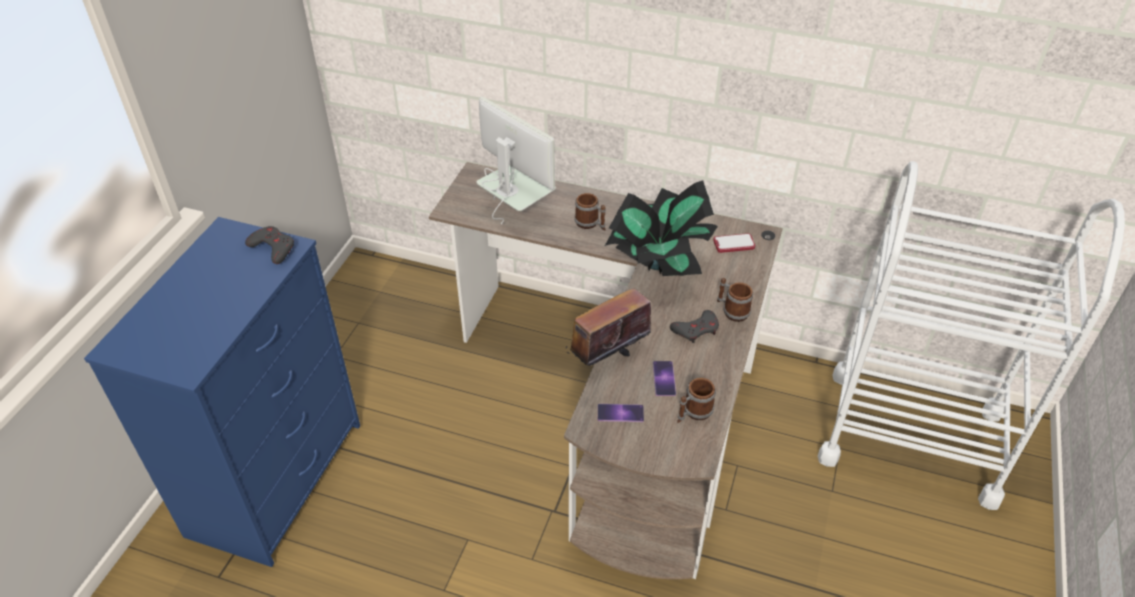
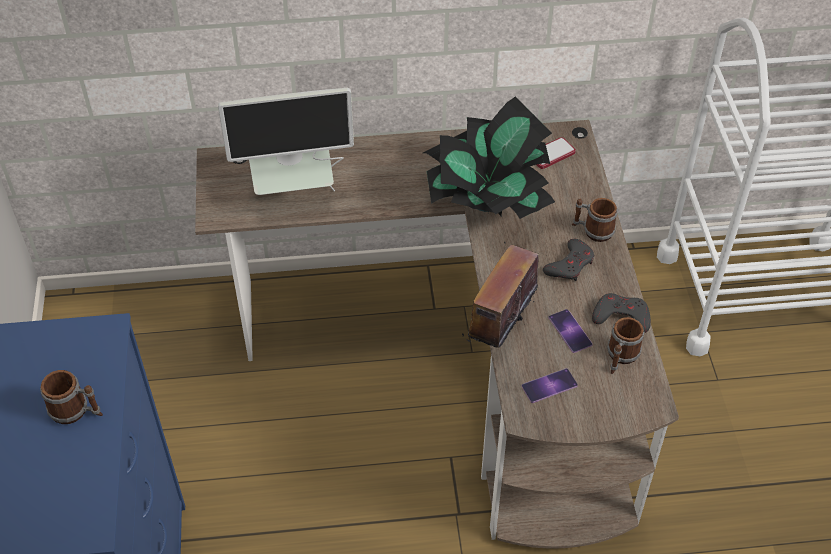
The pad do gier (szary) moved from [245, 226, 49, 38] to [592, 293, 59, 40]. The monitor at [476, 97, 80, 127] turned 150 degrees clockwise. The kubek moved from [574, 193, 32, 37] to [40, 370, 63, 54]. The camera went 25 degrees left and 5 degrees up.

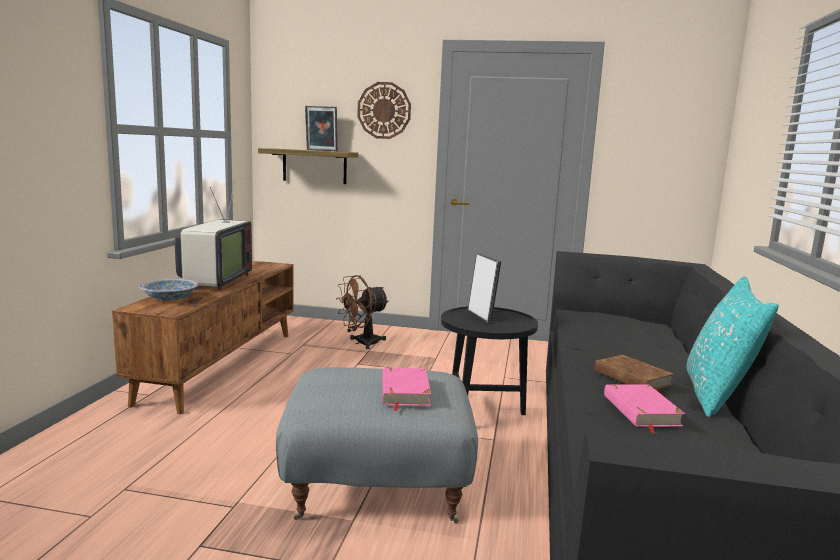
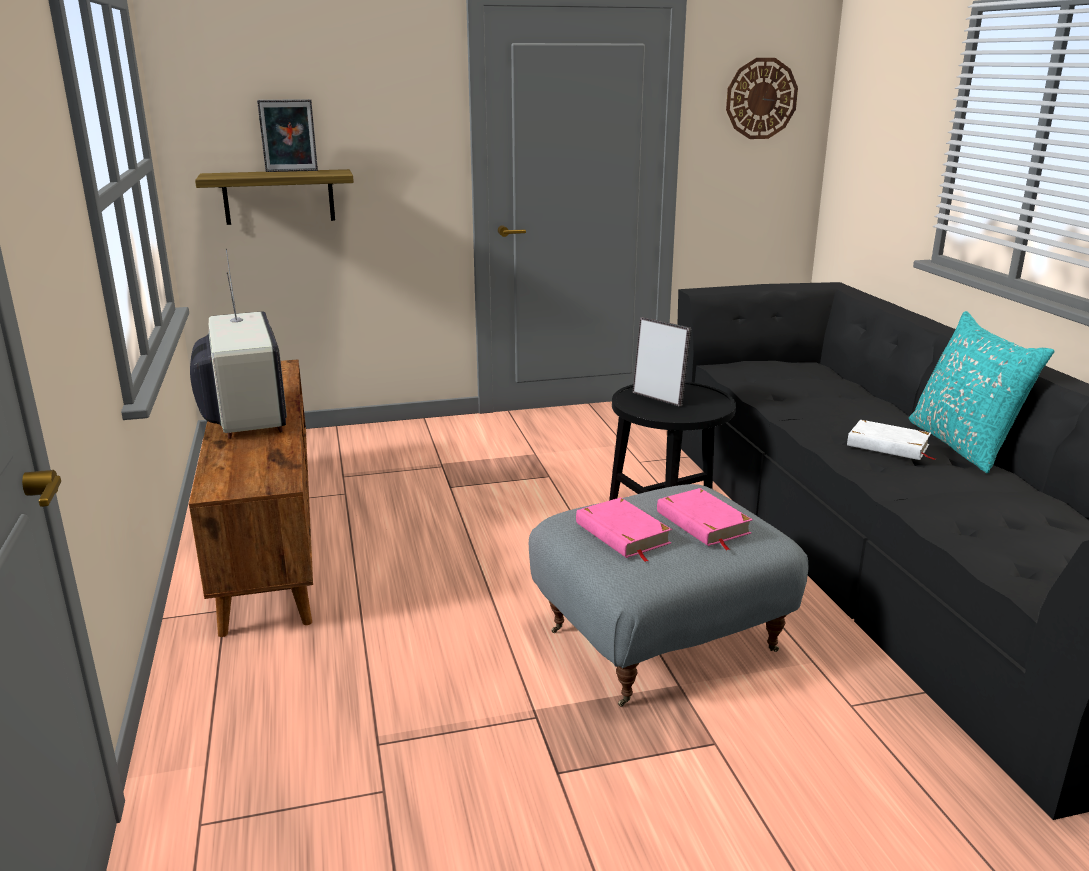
The miska at [140, 279, 58, 21] disappeared. The wentylator (brązowy) at [336, 275, 53, 74] disappeared. The zegar ścienny moved from [357, 82, 54, 57] to [726, 58, 72, 81]. The książka (brązowy) at [594, 355, 80, 40] became the książka (biały) at [847, 420, 88, 40]. The książka (różowy) moved from [604, 384, 81, 50] to [576, 497, 96, 65]. The camera went 25 degrees left and 10 degrees up.

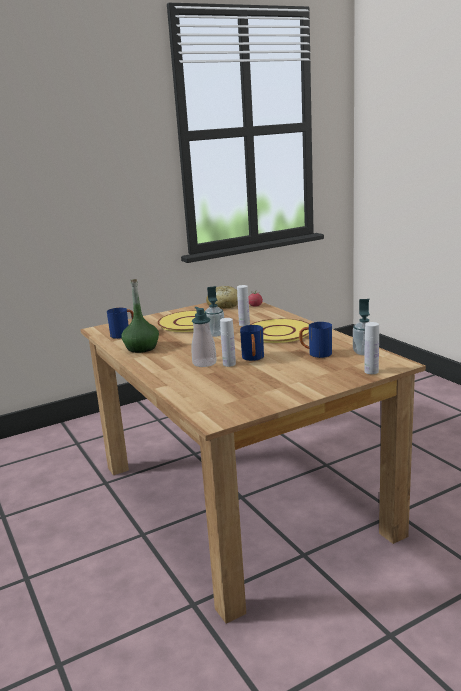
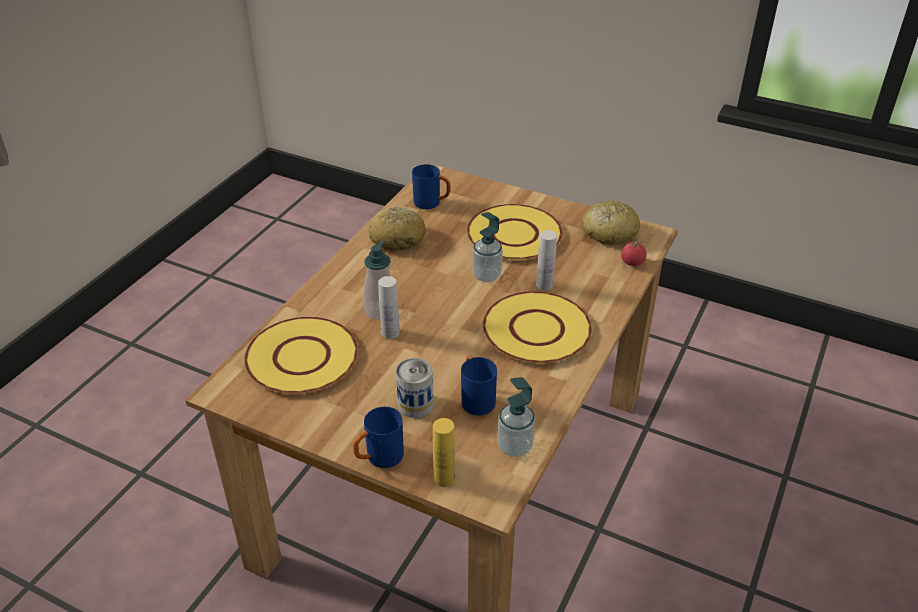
The butelka (zielony) at [121, 279, 38, 74] was replaced by the chleb at [368, 207, 57, 44]. The kubek (niebieski) moved from [240, 325, 24, 36] to [353, 407, 51, 61]. The butelka (biały) at [364, 322, 15, 52] became the butelka (żółty) at [433, 418, 22, 69]. The talerz (żółty) at [244, 317, 114, 77] appeared. The puszka at [396, 358, 38, 60] appeared. The camera went 55 degrees right and 20 degrees up.

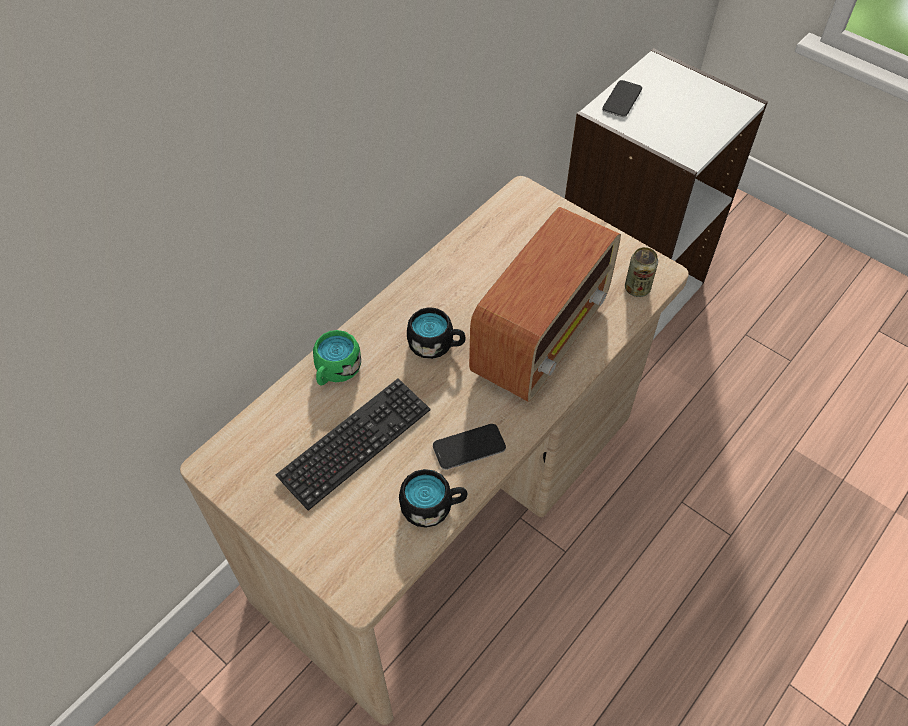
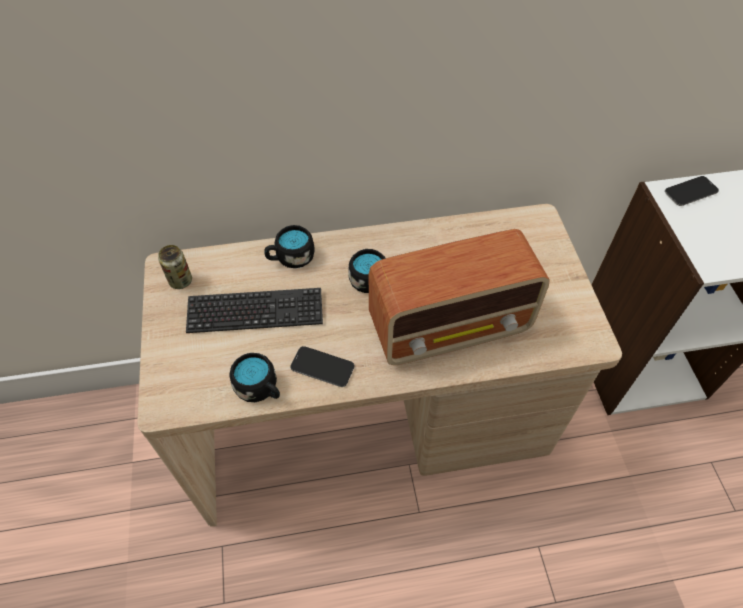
The kubek (zielony) at [313, 330, 48, 55] became the kubek (czarny) at [264, 225, 51, 43]. The puszka moved from [625, 247, 33, 50] to [158, 245, 34, 44]. The camera went 40 degrees right and 0 degrees up.

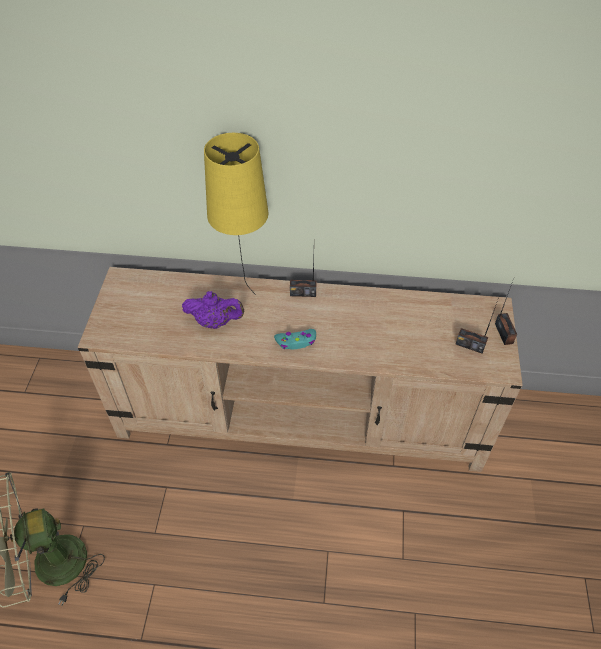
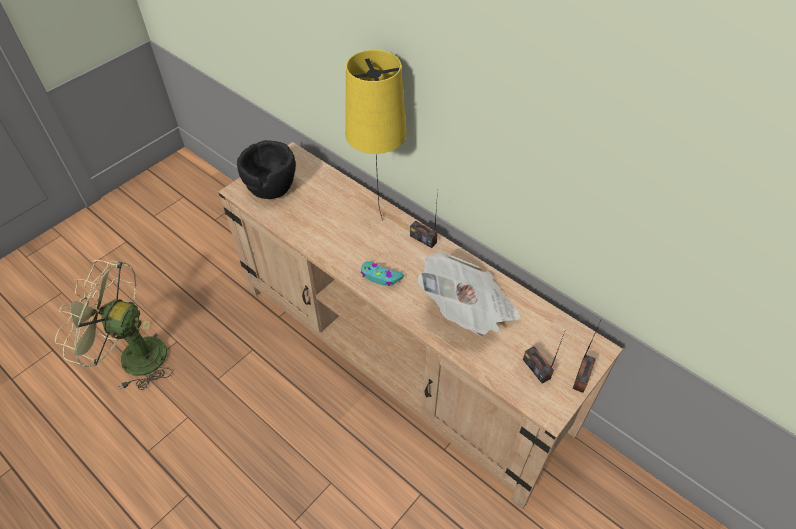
The imbryk (fioletowy) at [182, 291, 62, 38] disappeared. The miska (czarny) at [237, 140, 59, 59] appeared. The gazeta at [417, 252, 103, 84] appeared. The camera went 35 degrees right and 0 degrees up.

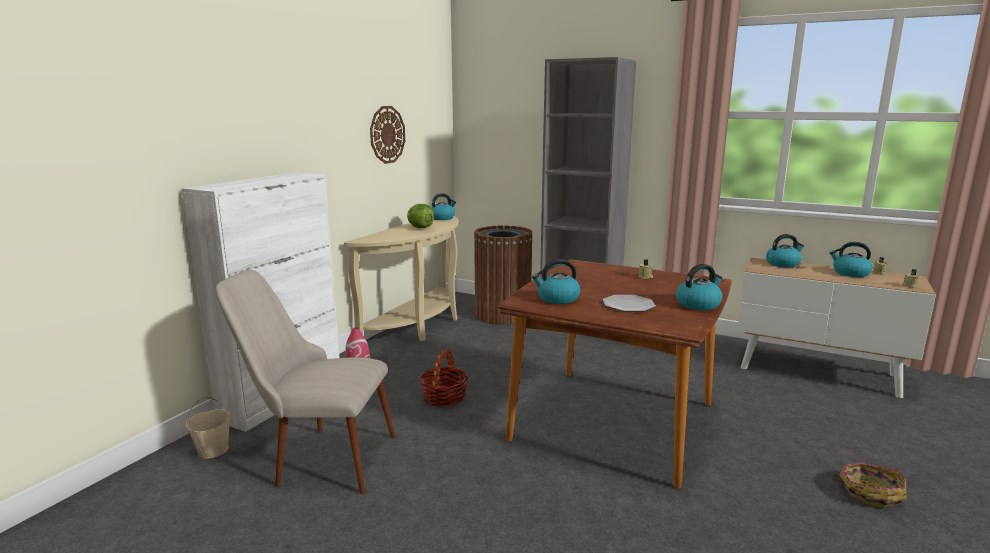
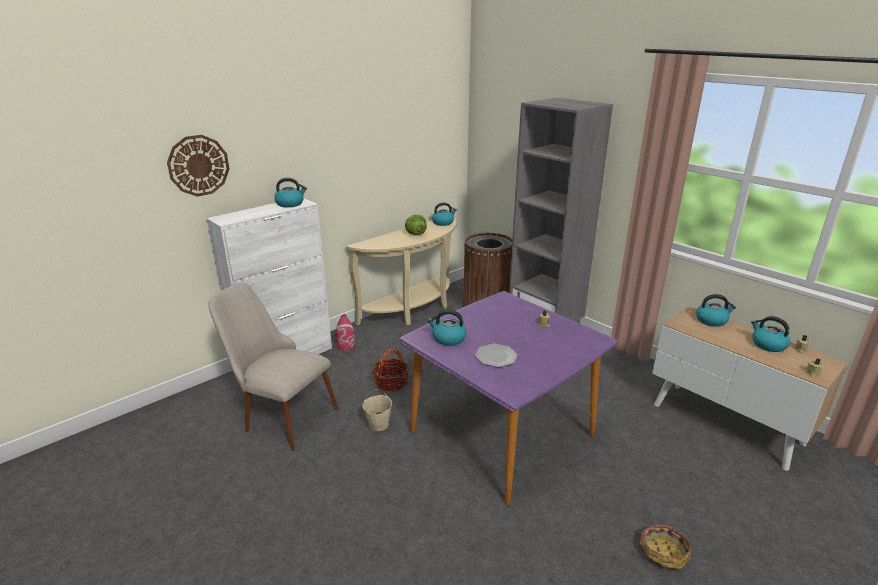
The wiadro (beżowy) moved from [186, 397, 44, 61] to [362, 389, 30, 42]. The zegar ścienny moved from [370, 106, 35, 58] to [167, 135, 62, 62]. The stół jadalny (brązowy) at [497, 259, 235, 230] became the stół jadalny (fioletowy) at [399, 291, 219, 214]. The czajnik moved from [676, 264, 47, 46] to [275, 178, 32, 29]. The camera went 20 degrees right and 10 degrees up.

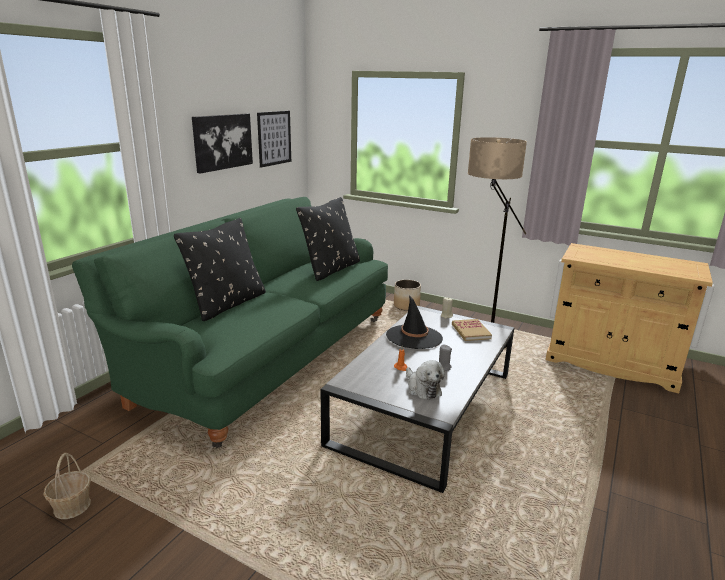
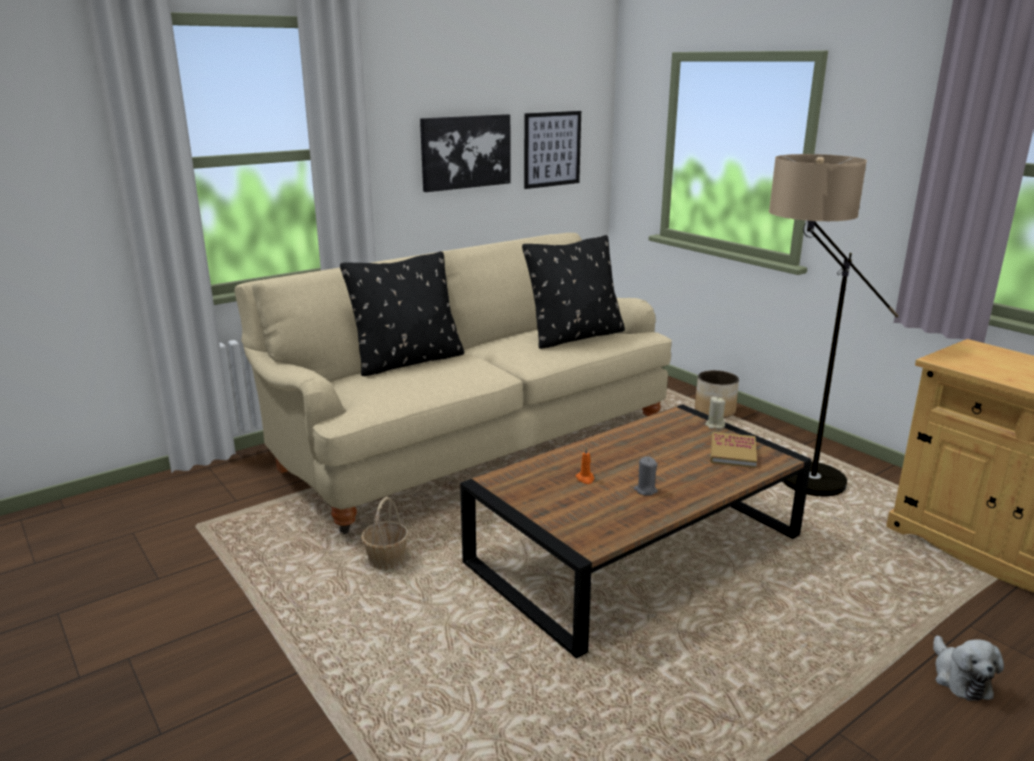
The koszyk moved from [43, 453, 48, 66] to [361, 497, 48, 73]. The kanapa (zielony) at [72, 197, 316, 251] became the kanapa (beżowy) at [234, 233, 438, 301]. The ława (szary) at [321, 305, 193, 188] became the ława (brązowy) at [460, 404, 352, 255]. The kapelusz (czarny) at [386, 295, 57, 54] disappeared. The pluszak moved from [406, 360, 39, 40] to [933, 635, 71, 66]. The camera went 25 degrees right and 0 degrees up.

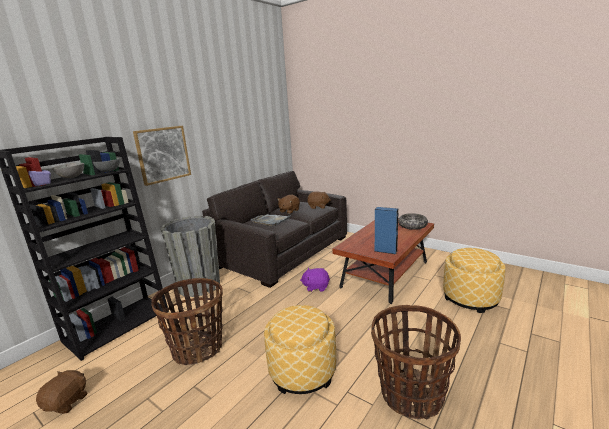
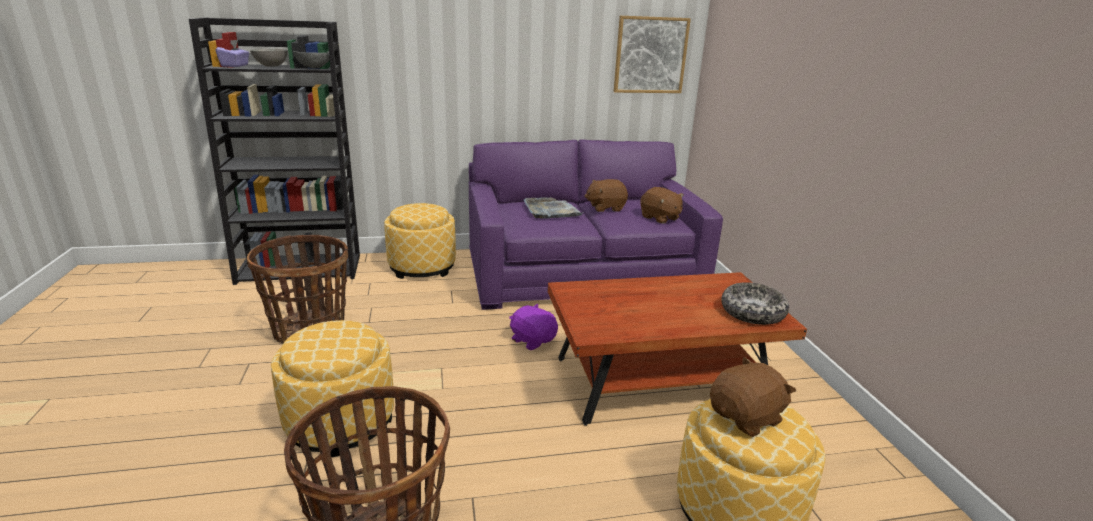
The pluszak (brązowy) moved from [36, 370, 51, 44] to [710, 357, 86, 80]. The obraz moved from [133, 126, 58, 60] to [614, 16, 77, 77]. The donica (szary) at [161, 216, 59, 81] was replaced by the pufa at [384, 203, 72, 76]. The kanapa (szary) at [202, 171, 145, 117] became the kanapa (fioletowy) at [468, 139, 255, 171]. The głośnik (niebieski) at [375, 207, 23, 47] disappeared. The camera went 40 degrees right and 5 degrees up.

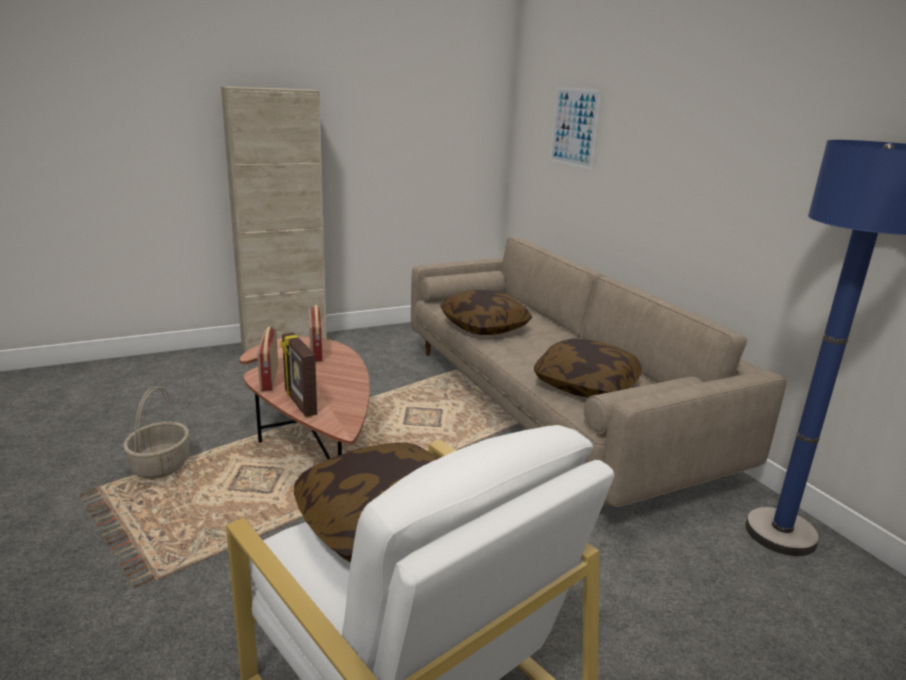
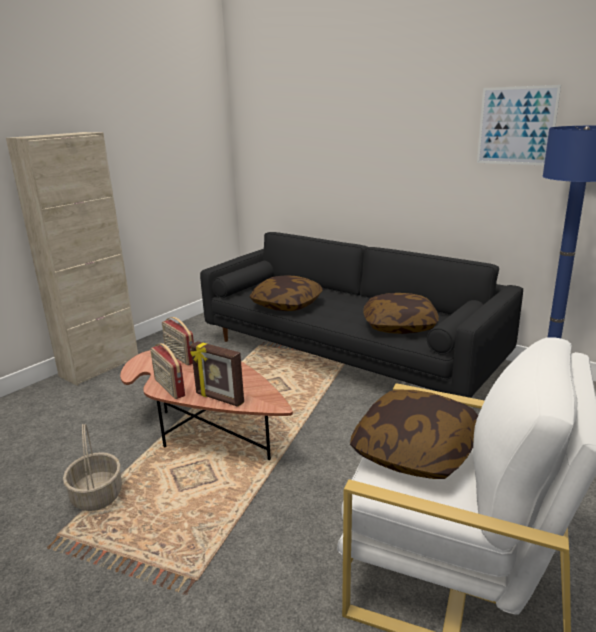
The kanapa (beżowy) at [411, 237, 376, 276] became the kanapa (czarny) at [200, 232, 323, 166]. The obraz moved from [550, 87, 52, 83] to [477, 85, 84, 80]. The camera went 25 degrees left and 0 degrees up.

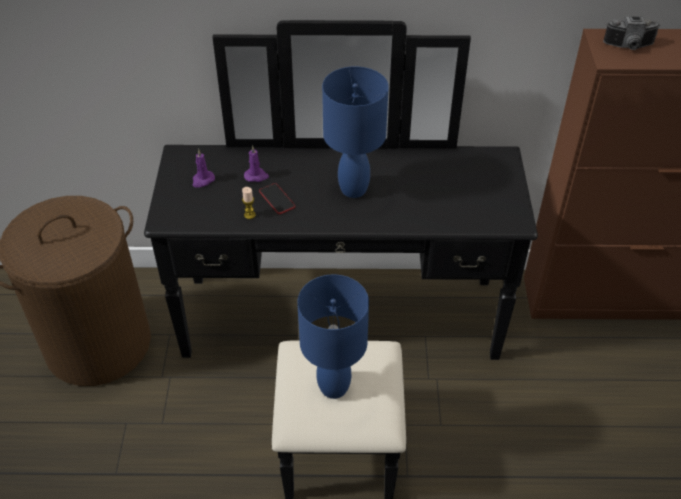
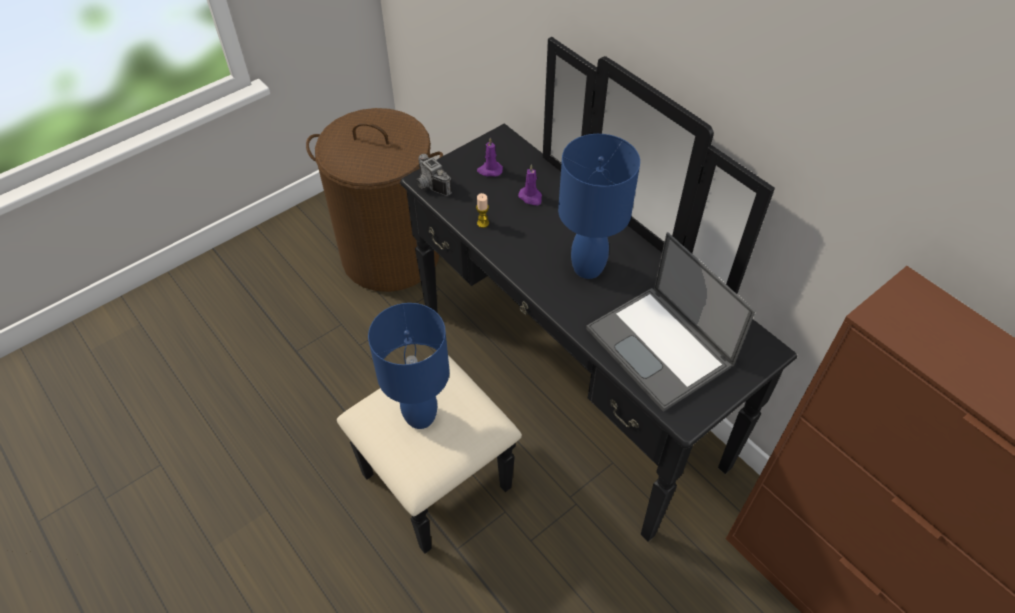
The telefon at [259, 183, 37, 31] disappeared. The aparat fotograficzny moved from [603, 16, 57, 34] to [416, 154, 36, 42]. The laptop at [586, 232, 169, 180] appeared. The camera went 50 degrees right and 5 degrees up.

